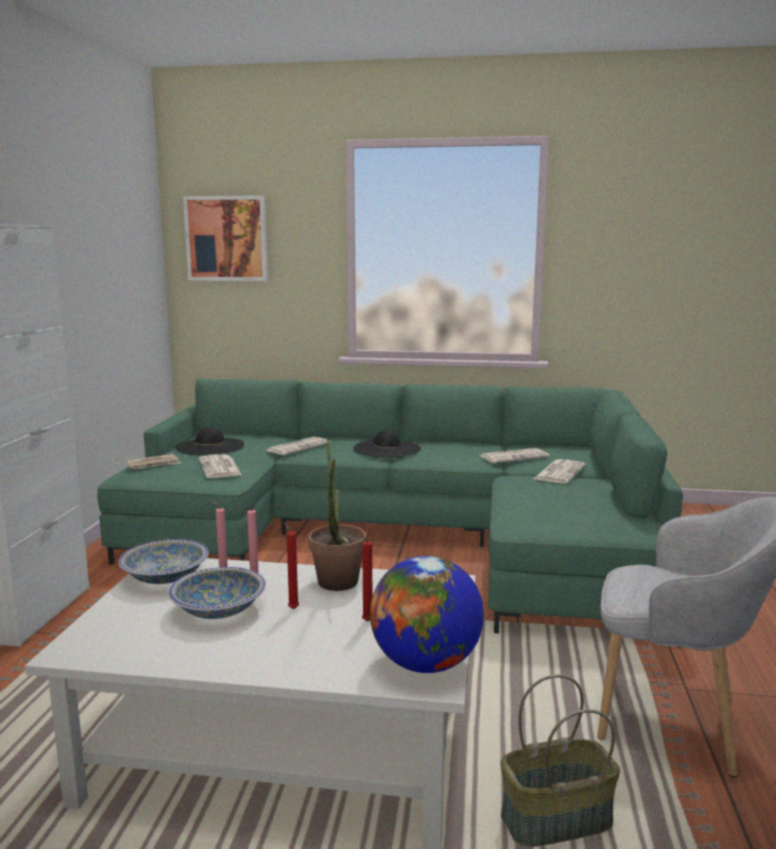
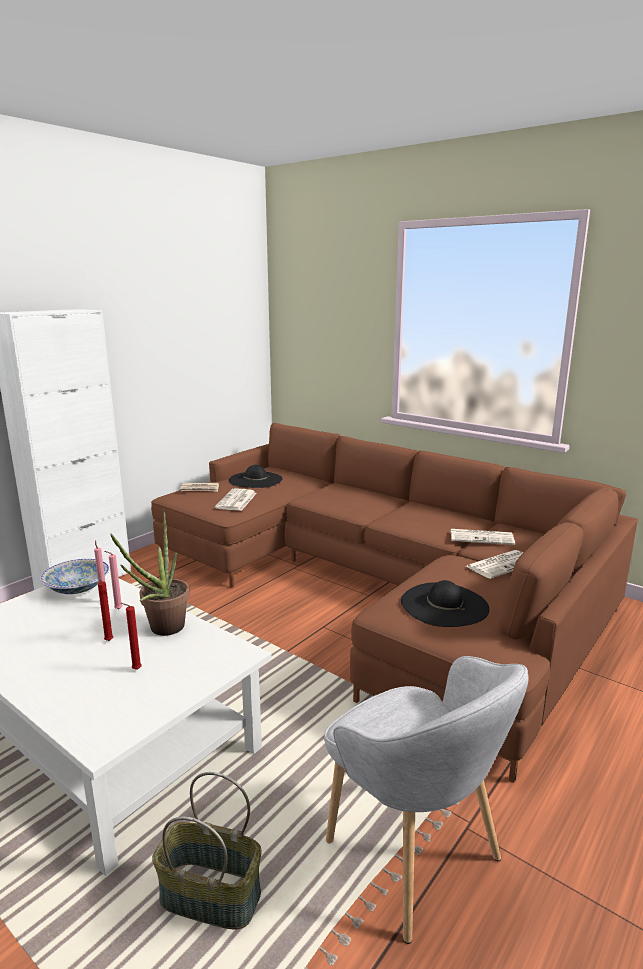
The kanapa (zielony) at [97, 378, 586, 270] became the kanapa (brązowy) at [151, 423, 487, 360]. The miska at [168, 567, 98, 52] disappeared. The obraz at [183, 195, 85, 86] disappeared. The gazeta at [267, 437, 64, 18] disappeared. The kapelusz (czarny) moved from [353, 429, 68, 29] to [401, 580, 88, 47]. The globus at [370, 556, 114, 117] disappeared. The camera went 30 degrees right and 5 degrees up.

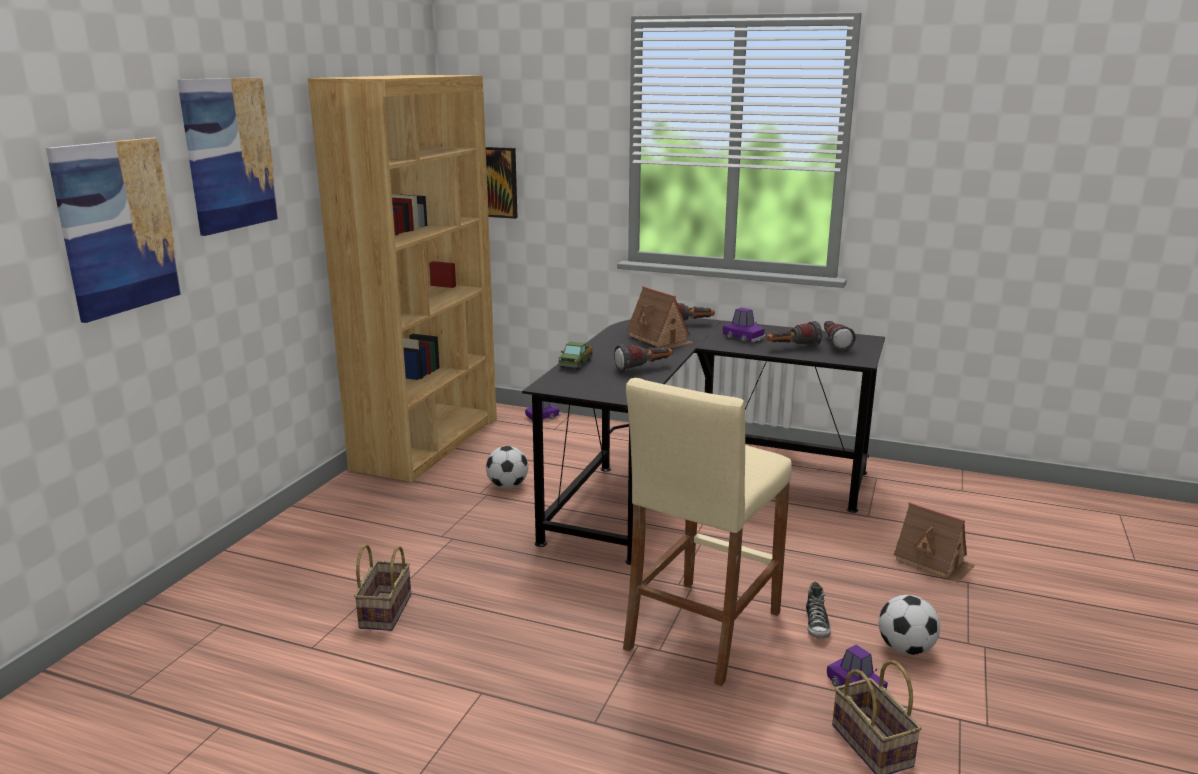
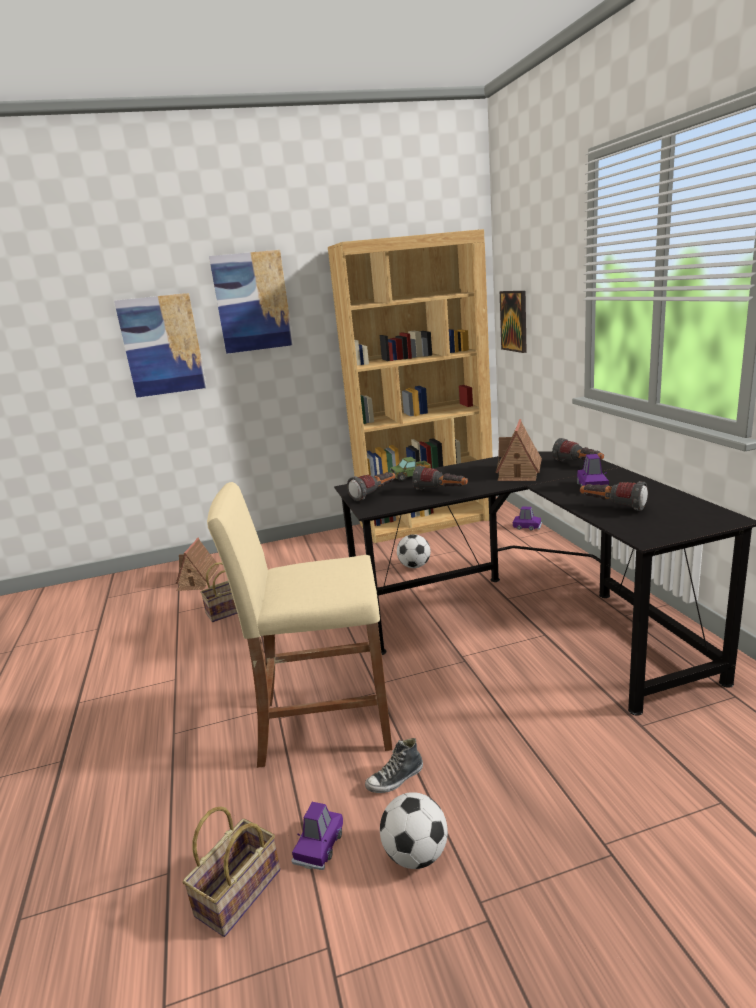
The latarka moved from [824, 321, 32, 30] to [347, 472, 49, 29]. The domek moved from [894, 502, 81, 81] to [176, 538, 43, 53]. The camera went 55 degrees right and 0 degrees up.

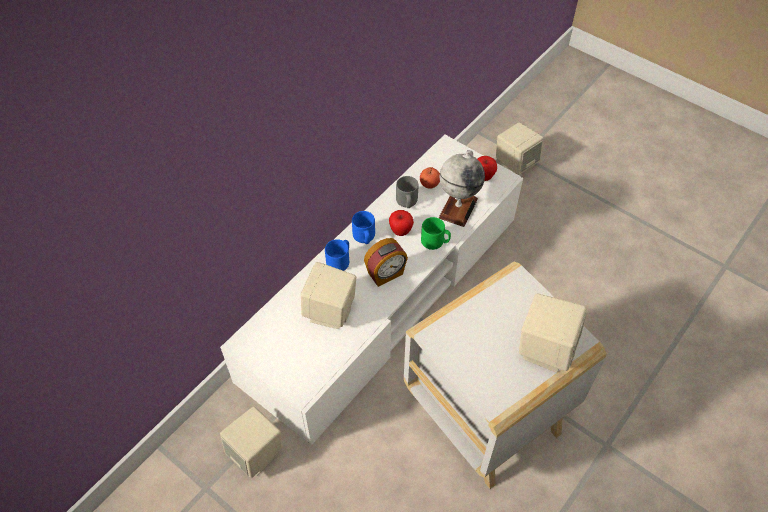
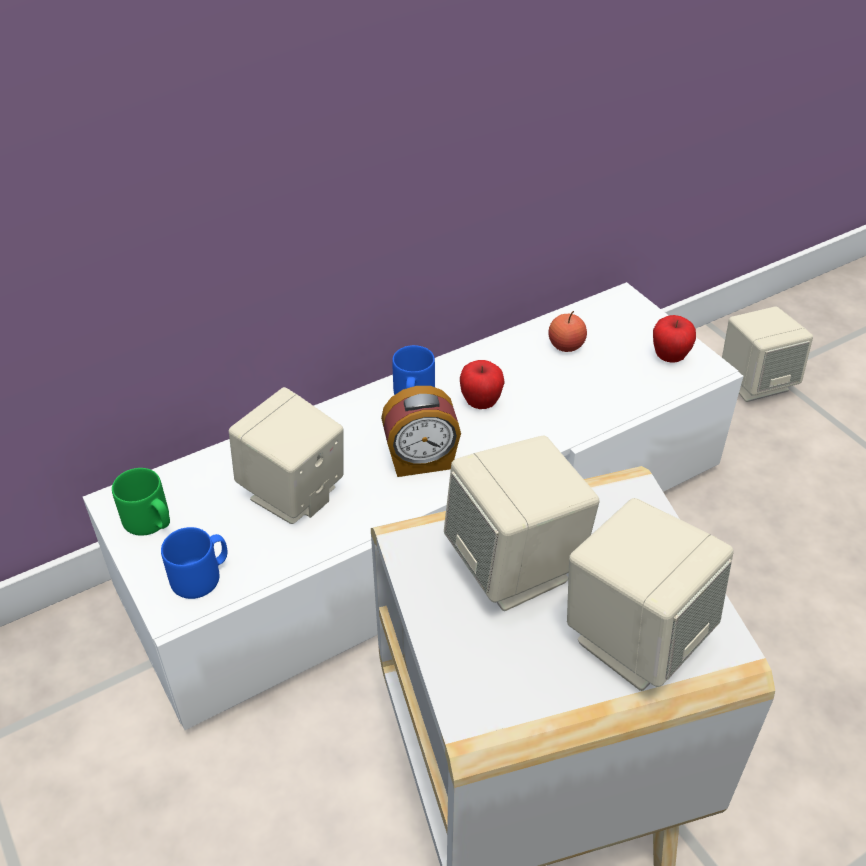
The głośnik (beżowy) moved from [220, 407, 62, 71] to [444, 436, 155, 175]. The kubek (niebieski) moved from [325, 239, 24, 32] to [161, 527, 66, 72]. The kubek (szary) at [396, 176, 22, 32] disappeared. The kubek (zielony) moved from [421, 217, 30, 33] to [112, 468, 58, 68]. The globus at [439, 150, 46, 77] disappeared. The camera went 20 degrees right and 10 degrees down.

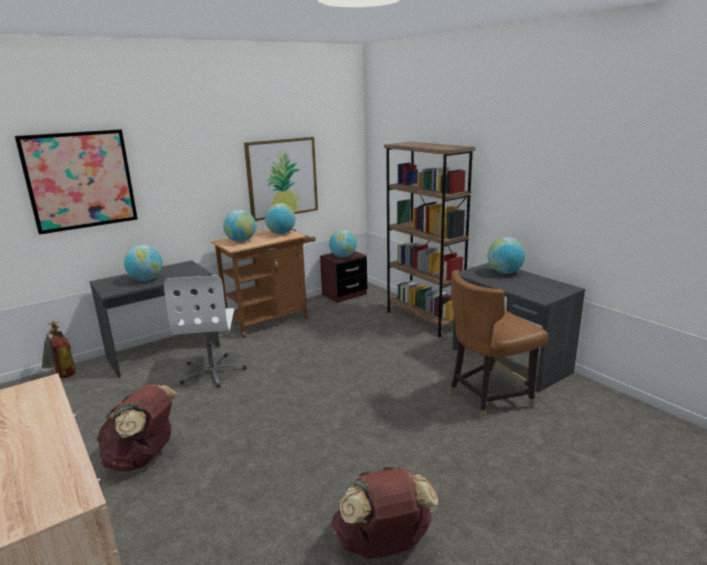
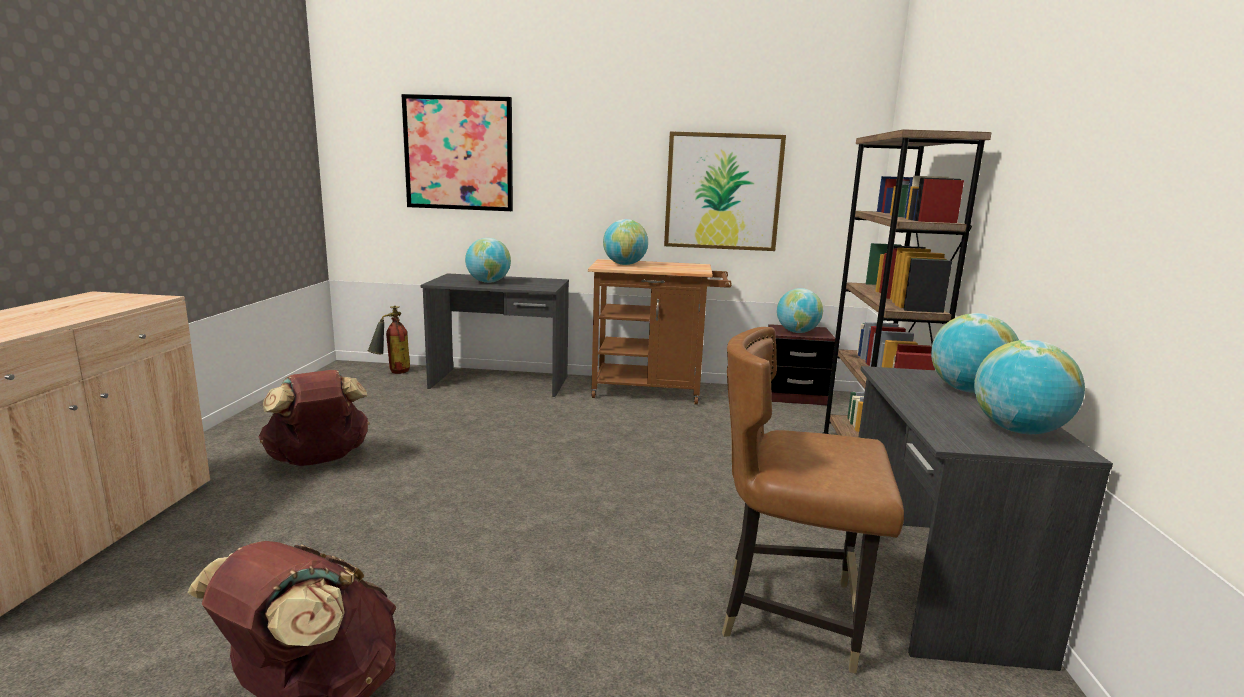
The krzesło biurowe (biały) at [164, 275, 83, 113] disappeared. The globus moved from [265, 203, 31, 31] to [974, 340, 111, 94]. The camera went 40 degrees right and 5 degrees down.

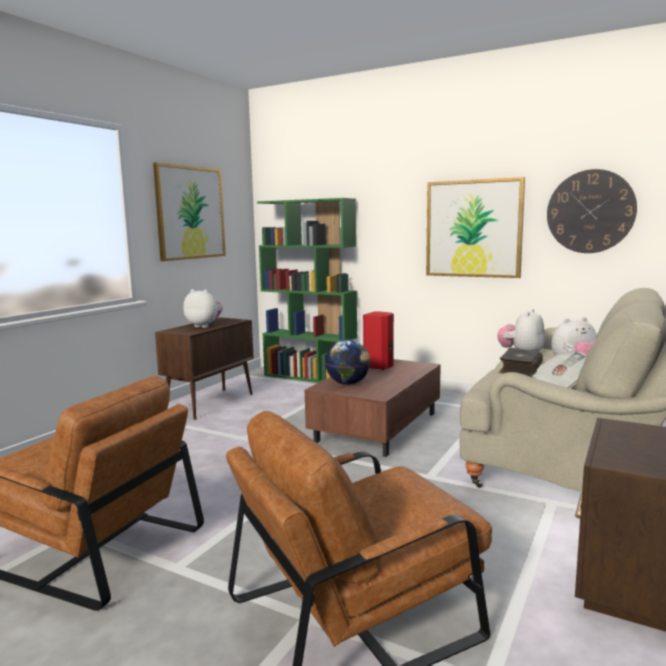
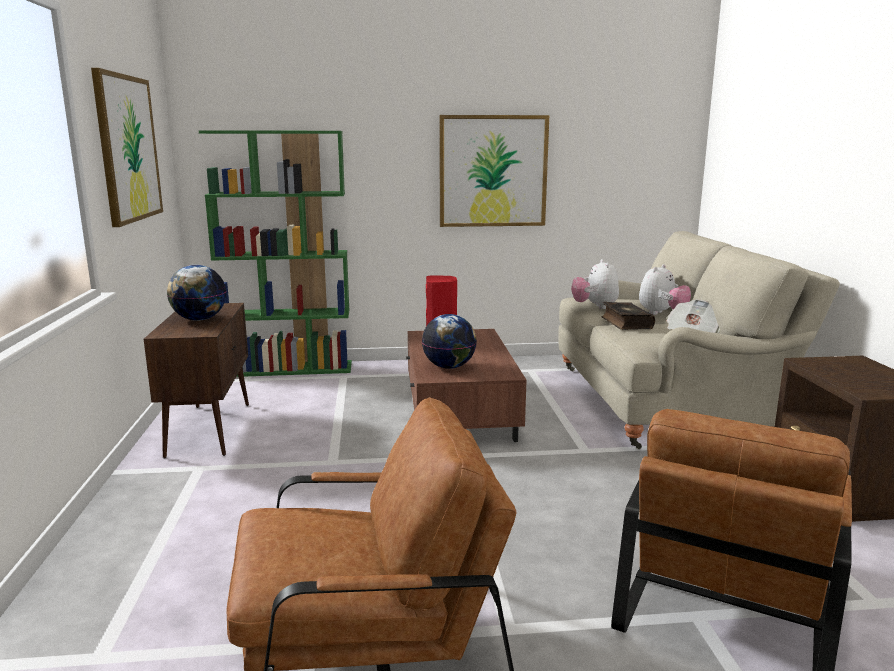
The pluszak at [183, 289, 40, 39] was replaced by the globus at [167, 265, 59, 56]. The zegar ścienny at [547, 169, 90, 84] disappeared. The camera went 35 degrees left and 5 degrees up.

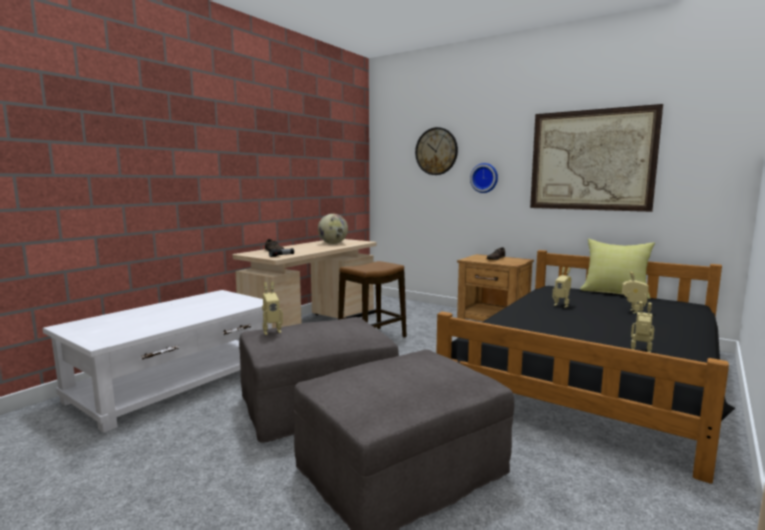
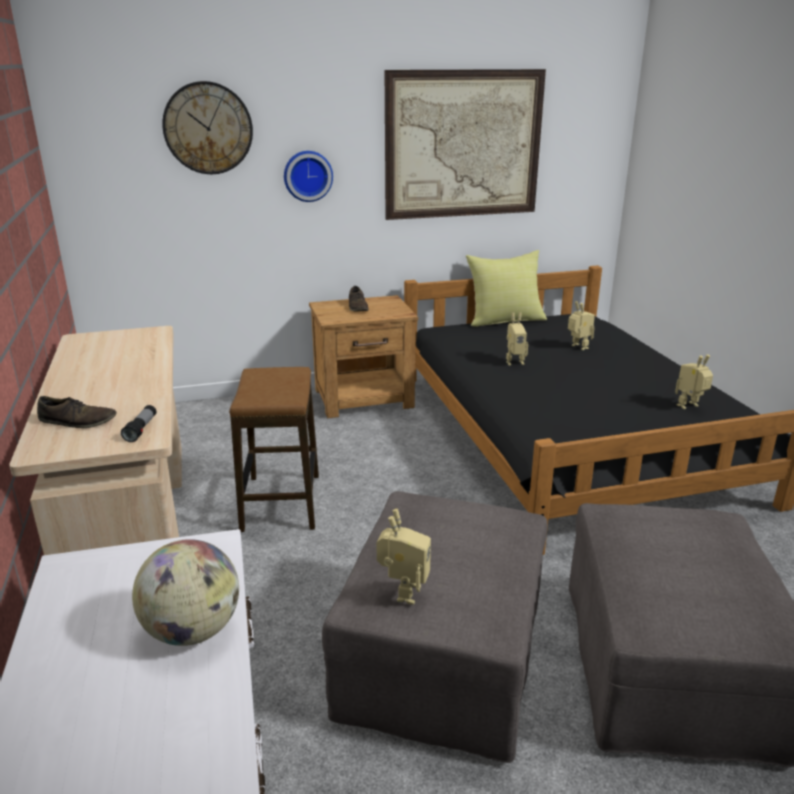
The globus moved from [318, 214, 30, 30] to [132, 539, 107, 107]. The camera went 50 degrees left and 15 degrees up.

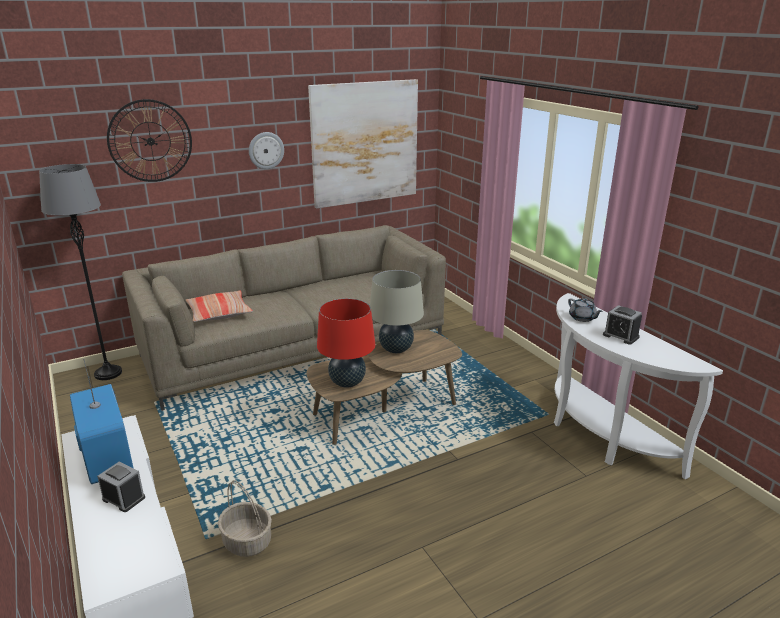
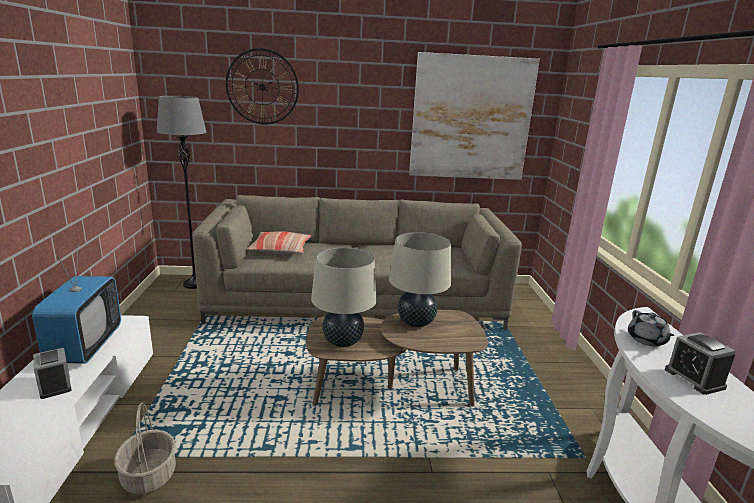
The zegar ścienny at [249, 132, 35, 37] disappeared. The lampa stołowa (czerwony) at [317, 298, 59, 90] became the lampa stołowa (beżowy) at [311, 247, 66, 100]. The camera went 25 degrees right and 5 degrees down.

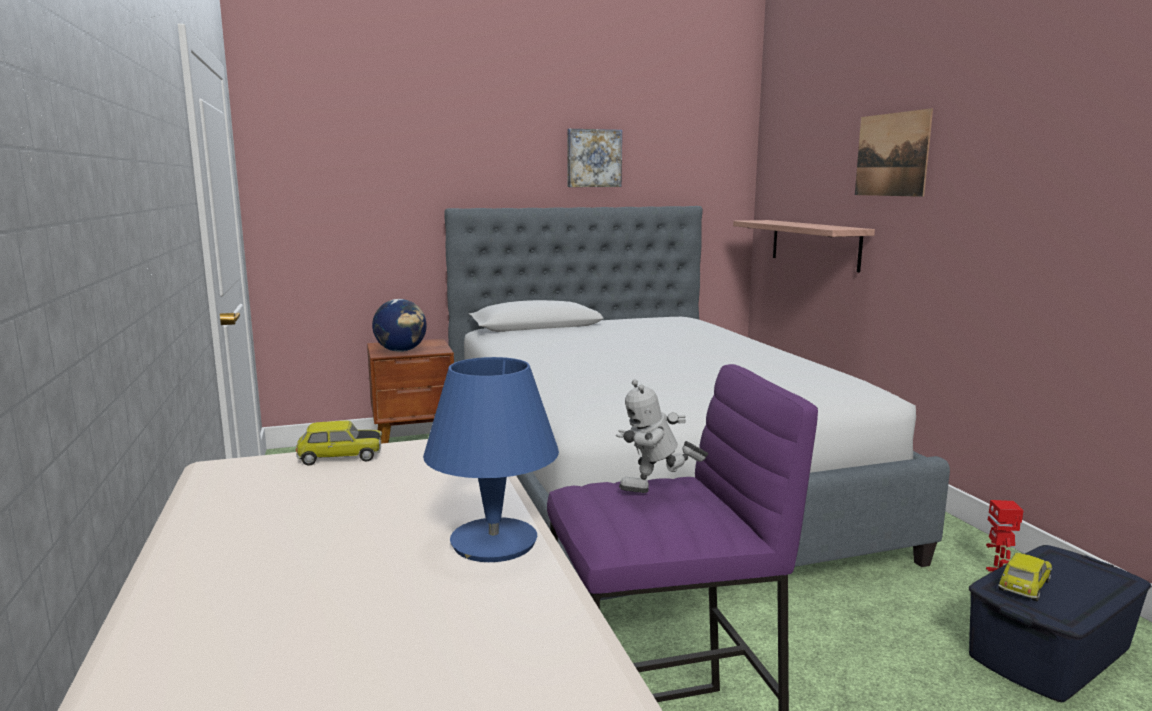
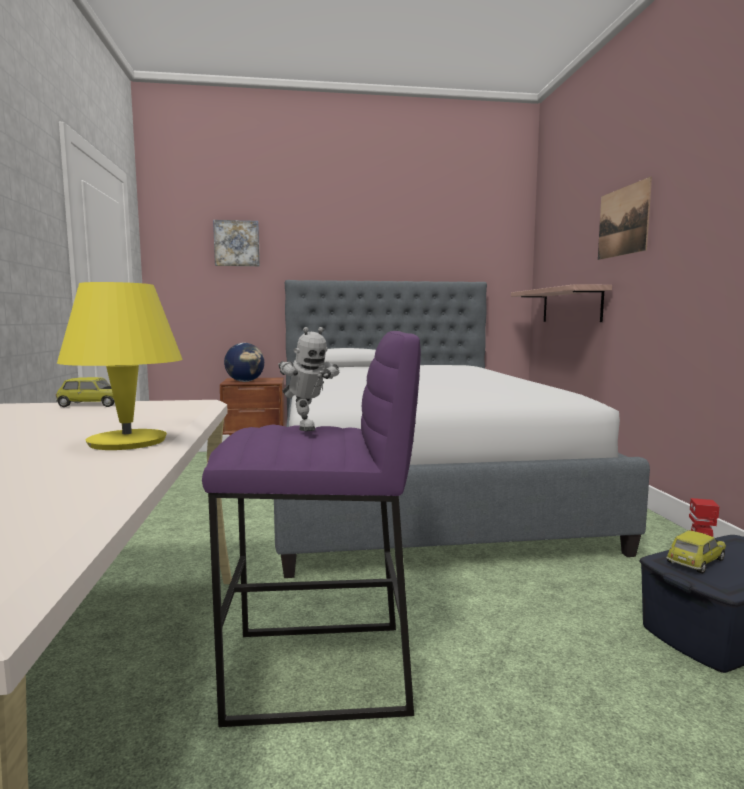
The lampa stołowa (niebieski) at [423, 357, 136, 205] became the lampa stołowa (żółty) at [57, 282, 125, 168]. The obraz moved from [567, 129, 55, 58] to [213, 220, 47, 46]. The robot zabawkowy at [616, 380, 92, 113] turned 120 degrees counterclockwise. The camera went 10 degrees right and 5 degrees down.

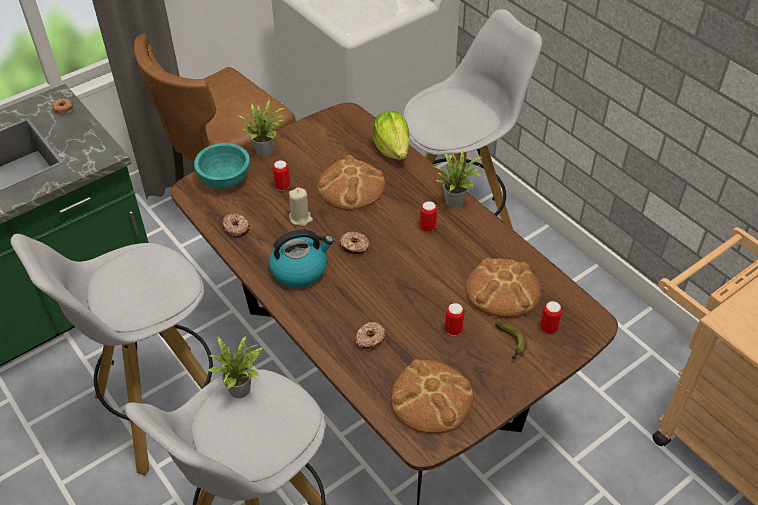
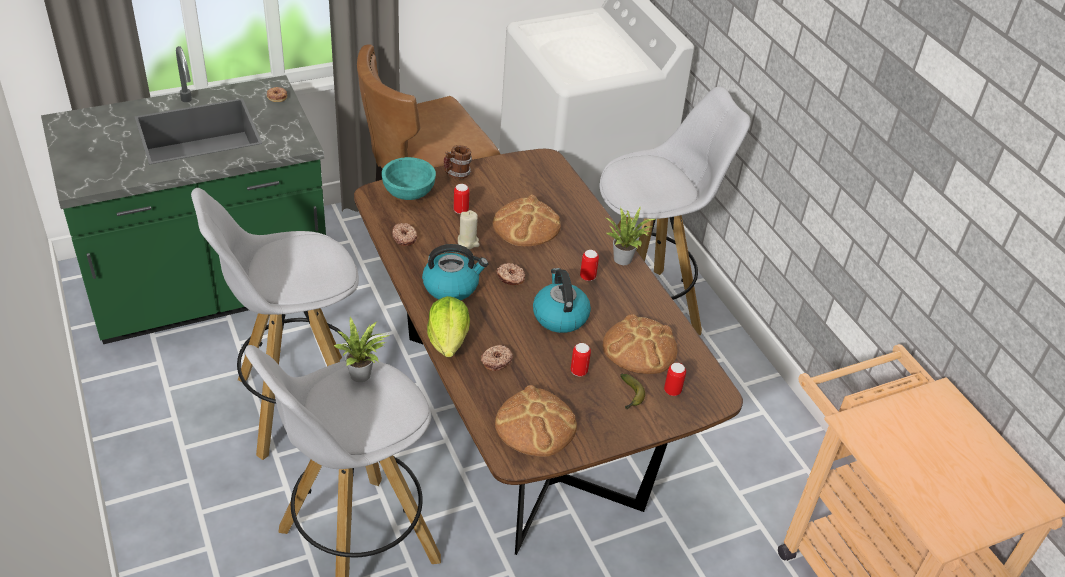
The roślina doniczkowa at [239, 99, 45, 58] was replaced by the kubek at [444, 145, 28, 34]. The sałata moved from [372, 111, 38, 49] to [427, 296, 43, 61]. The czajnik at [533, 268, 58, 65] appeared. The camera went 10 degrees right and 5 degrees down.

